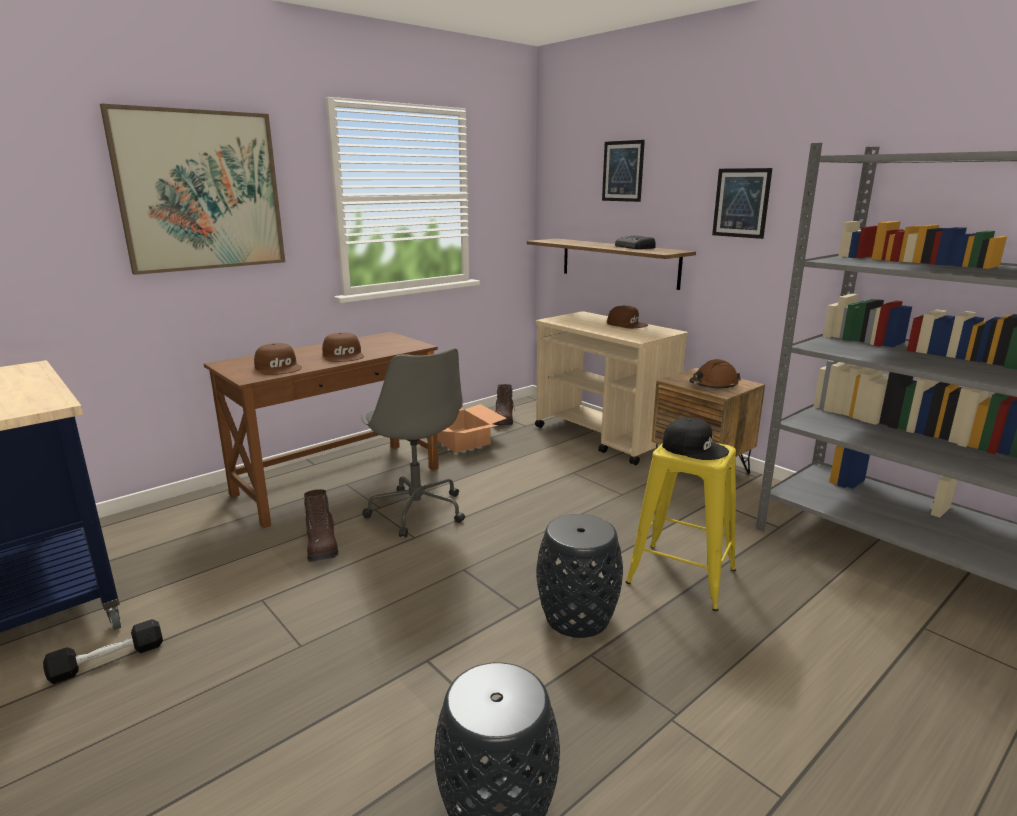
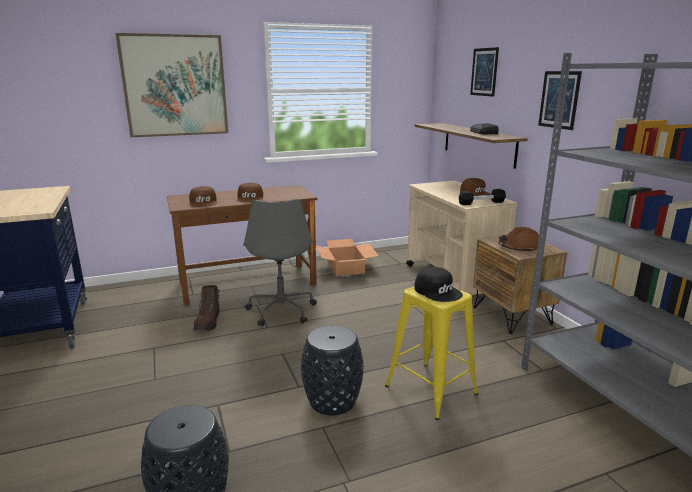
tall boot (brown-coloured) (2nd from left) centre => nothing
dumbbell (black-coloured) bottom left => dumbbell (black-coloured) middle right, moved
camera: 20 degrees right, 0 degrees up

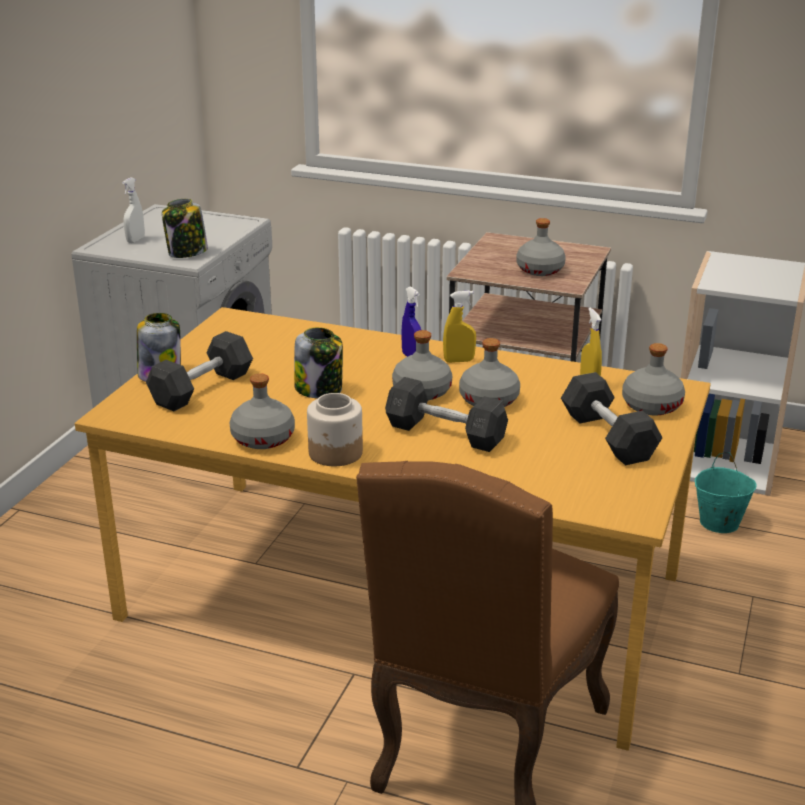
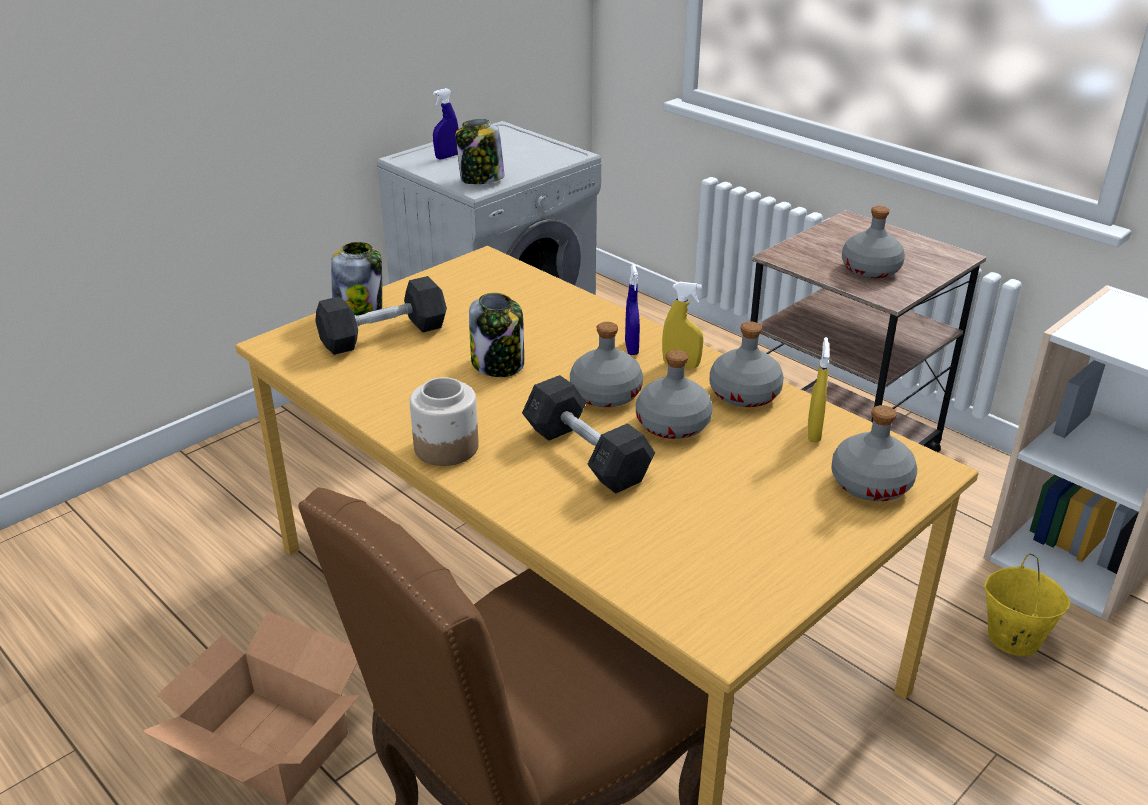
sprayer (white) top left => sprayer (bluish) (1st from left) top centre
dumbbell (gray) (3rd from left) middle right => nothing
beverage bottle (gray) (1st from left in the first image) middle left => beverage bottle (gray) (3rd from left) centre, moved
water bucket (blue-green) middle right => water bucket (yellowish) bottom right
nothing => packing box bottom left
camera: 25 degrees right, 5 degrees up

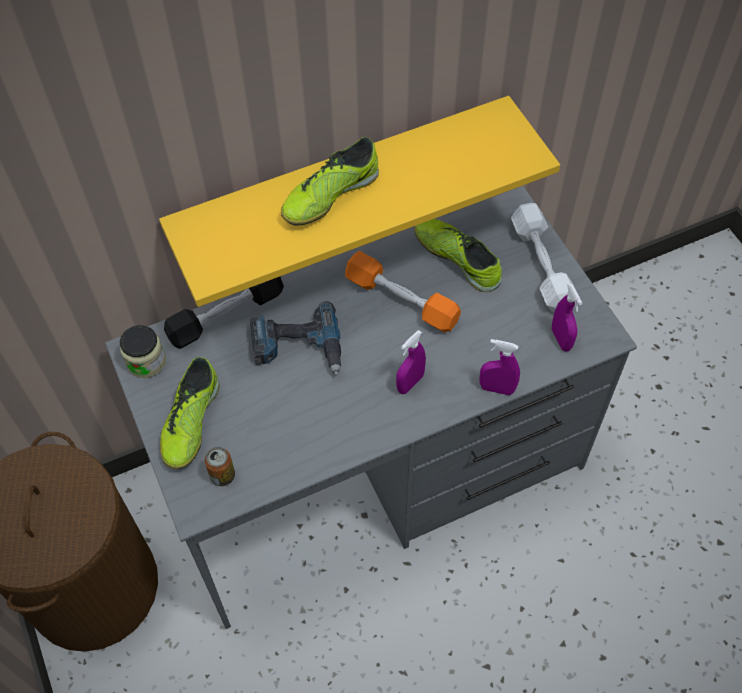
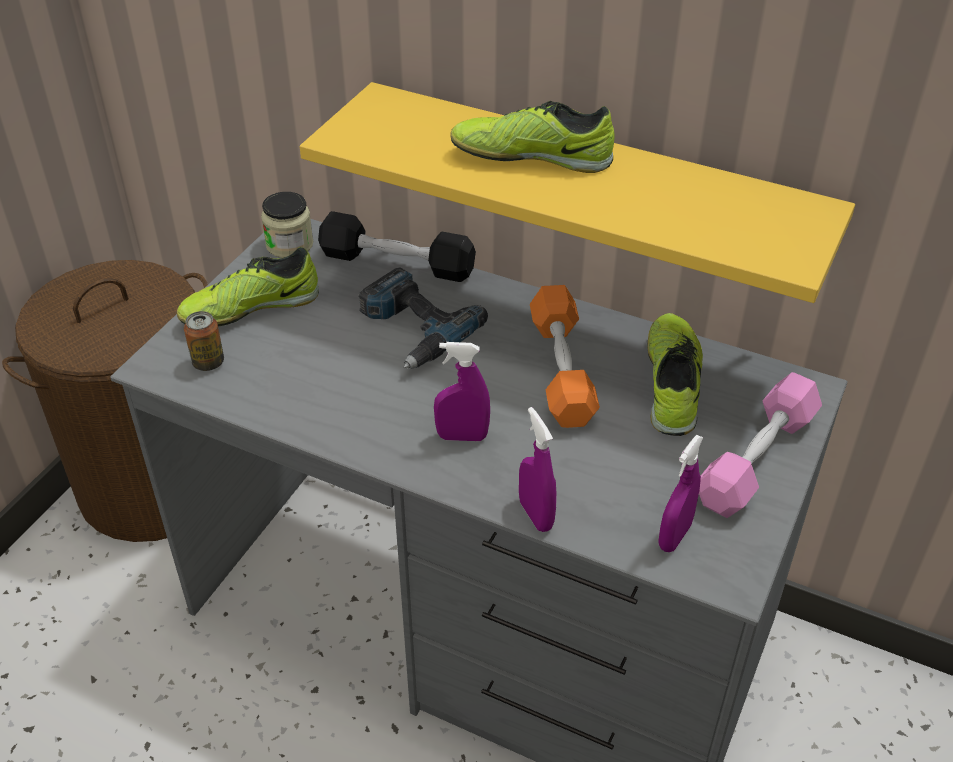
dumbbell (white) middle right => dumbbell (pink) middle right
camera: 50 degrees right, 15 degrees down

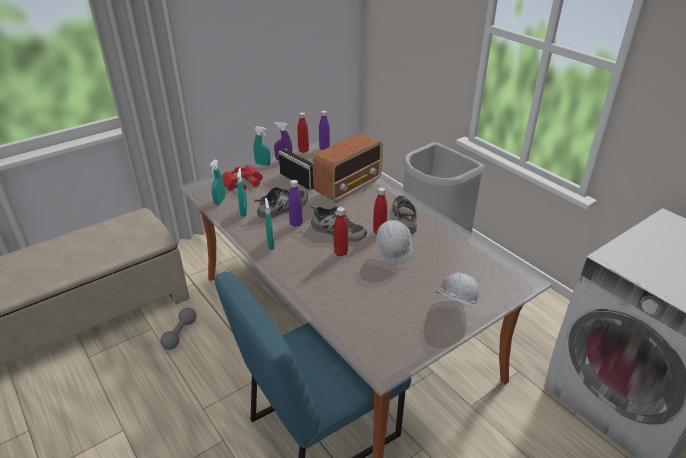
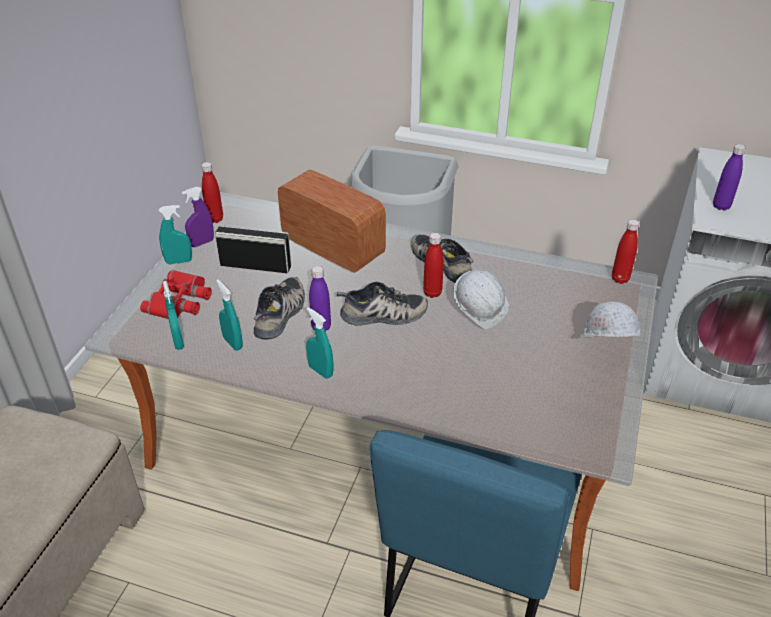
beverage bottle (purple-coloured) (2nd from left) top centre => beverage bottle (purple-coloured) (2nd from left) top right, moved
radio set (2nd from left) centre, 60 degrees counterclockwise
beverage bottle (reddish) (2nd from left in the first image) centre => beverage bottle (reddish) (3rd from left) middle right, moved
dumbbell (gray) bottom left => nothing
camera: 35 degrees left, 5 degrees up

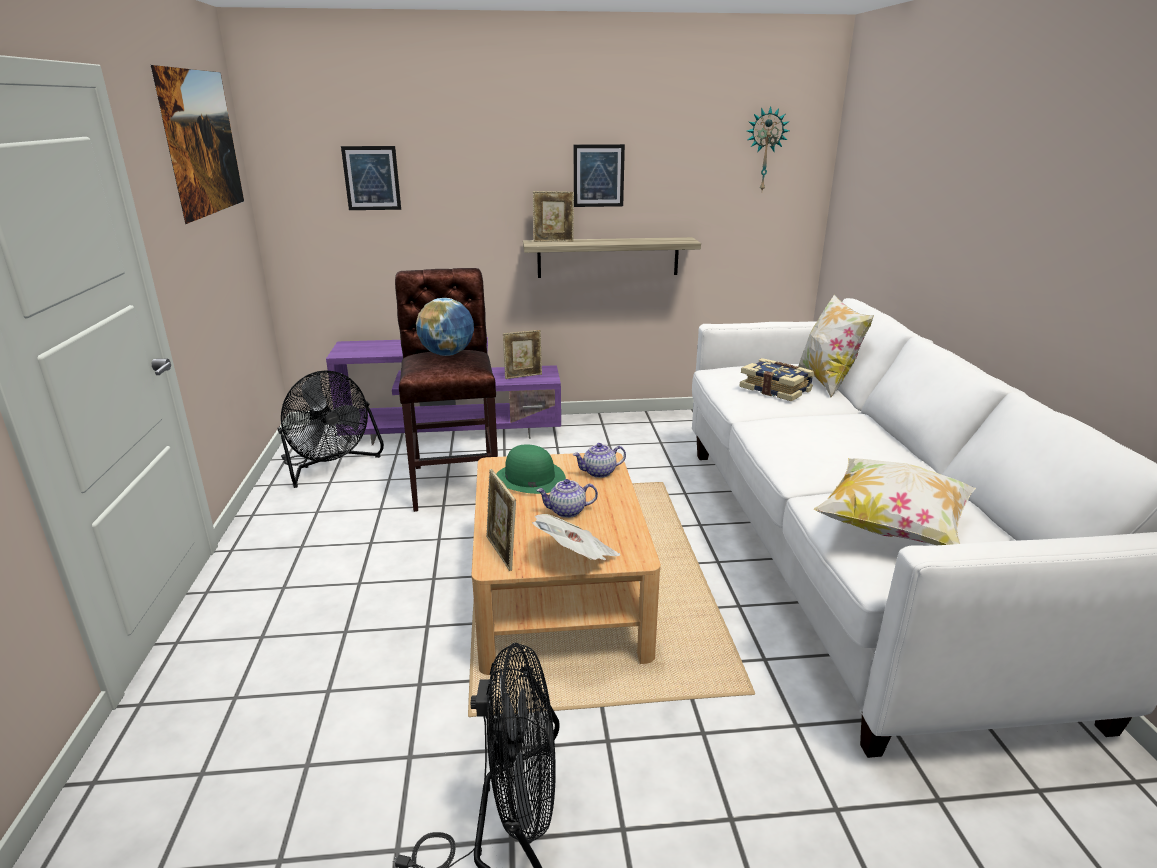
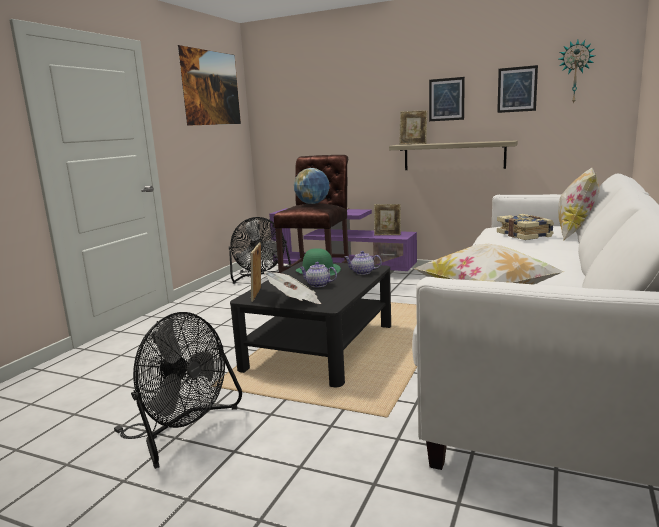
wall picture (2nd from left in the first image) top left => wall picture (3rd from left) top right, moved
low table (beige) centre => low table (black-coloured) centre
camera: 30 degrees right, 10 degrees down

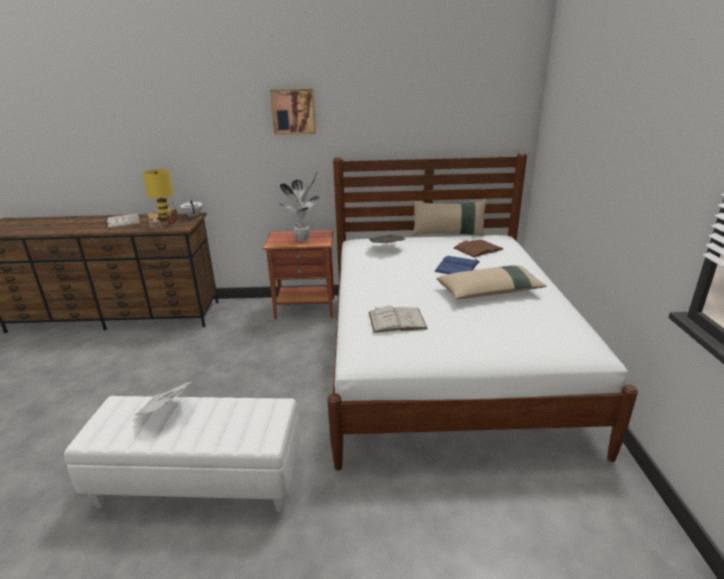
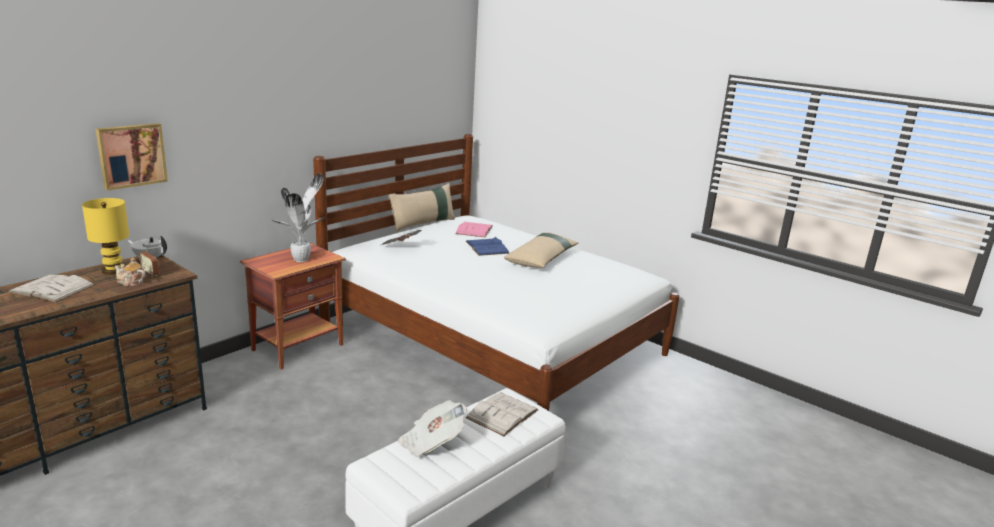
wall picture top centre => wall picture top left, moved
bound book (brown-coloured) centre => bound book (pink) centre
bound book (white) (2nd from left) centre => bound book (white) (2nd from left) bottom centre, moved
camera: 50 degrees left, 5 degrees down

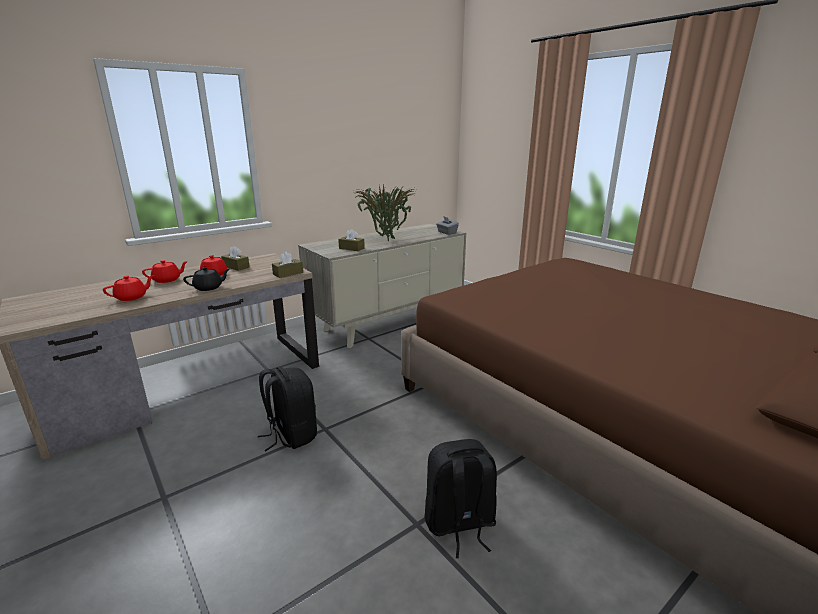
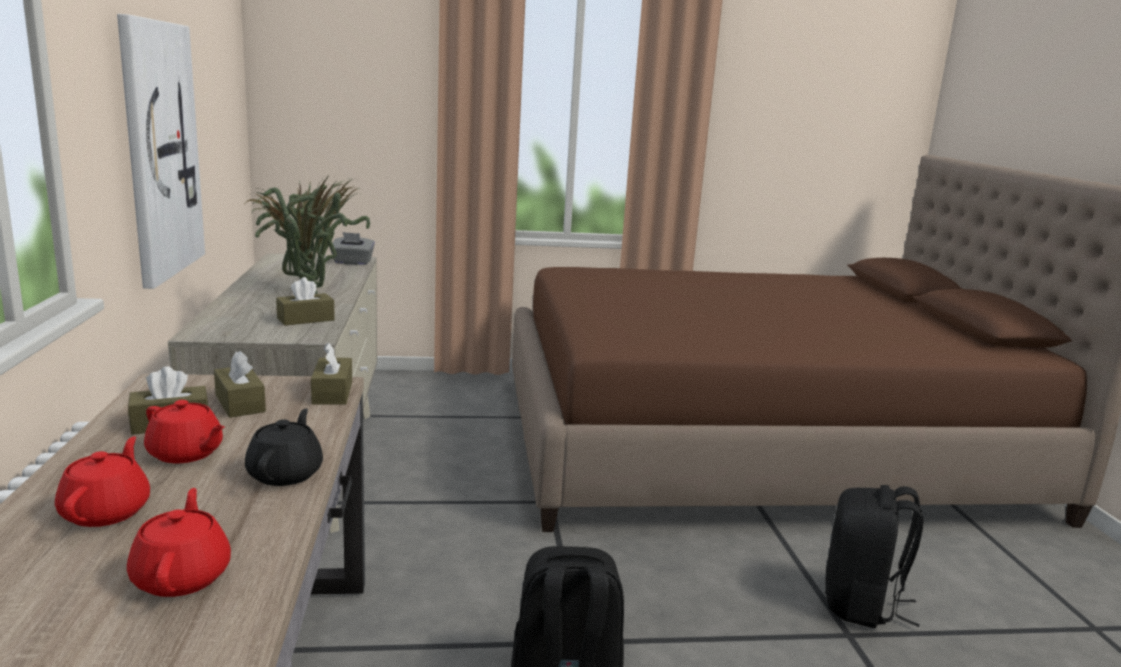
nothing => wall picture top left
nothing => box of tissues (brown-coloured) (2nd from left) middle left
camera: 60 degrees left, 5 degrees down

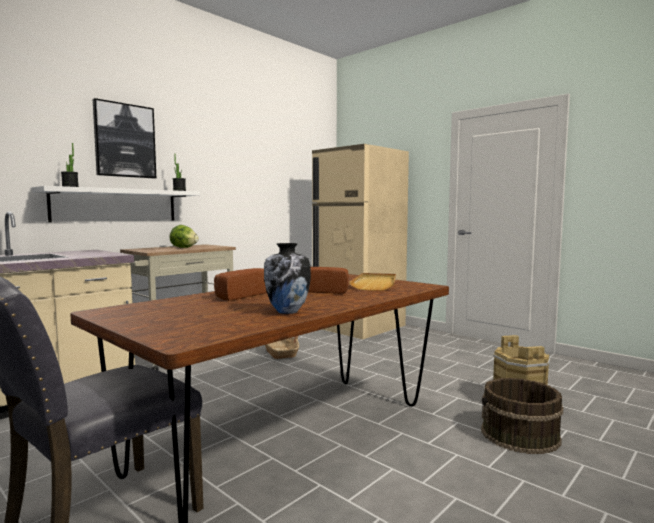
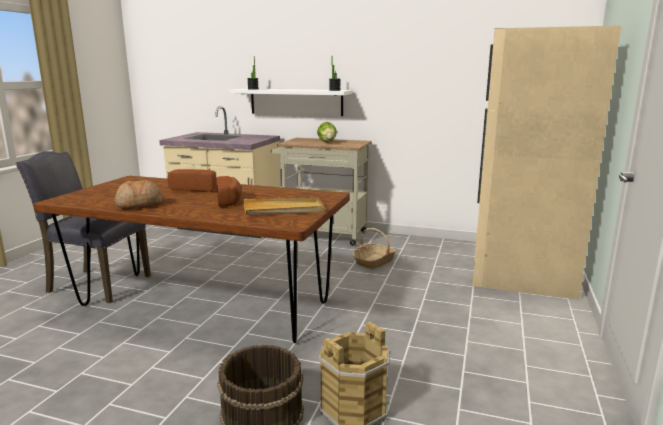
wall picture top left => nothing
flower vase centre => baked bread (1st from left) middle left
camera: 65 degrees right, 10 degrees up

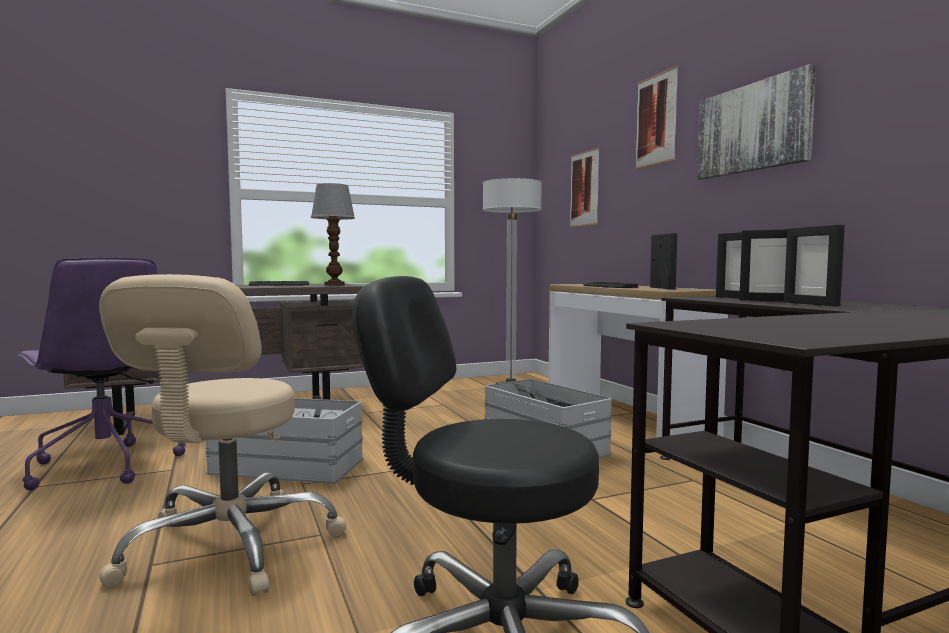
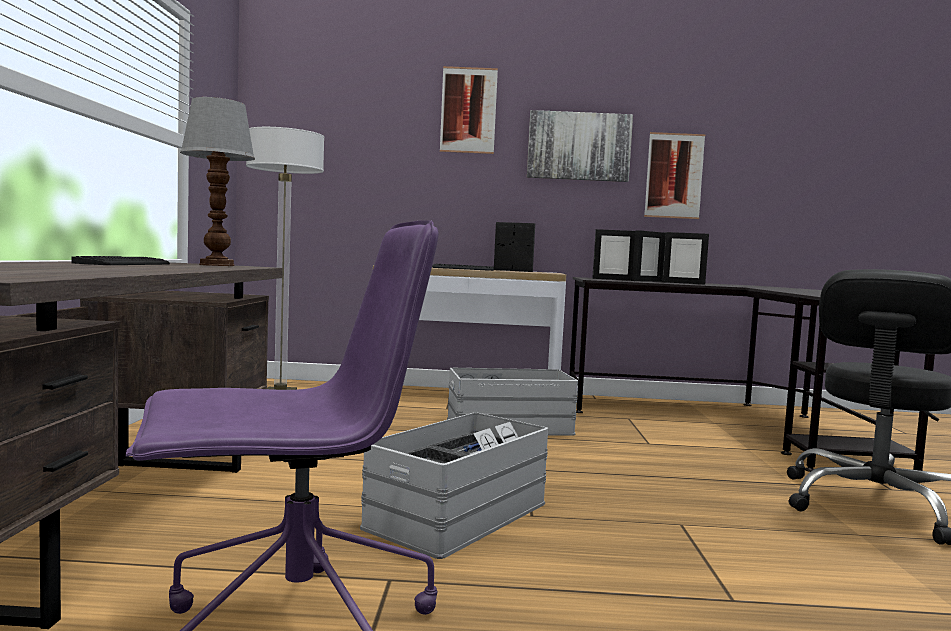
wall picture (1st from left in the first image) top centre => wall picture (3rd from left) top right, moved
office chair (beige) bottom left => nothing
camera: 65 degrees left, 0 degrees up

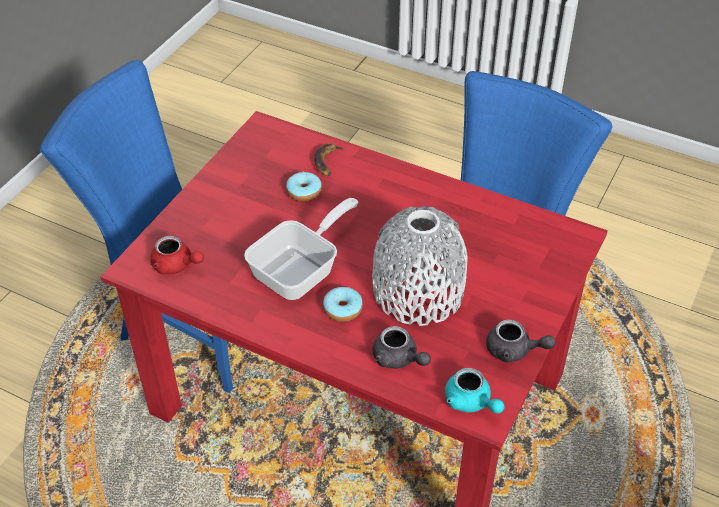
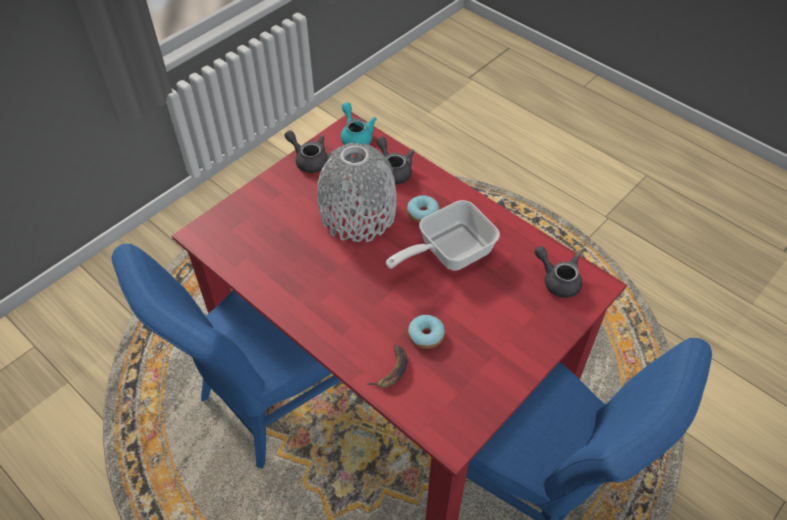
teapot (reddish) middle left => teapot (gray) (3rd from left) middle right
camera: 165 degrees left, 5 degrees up

